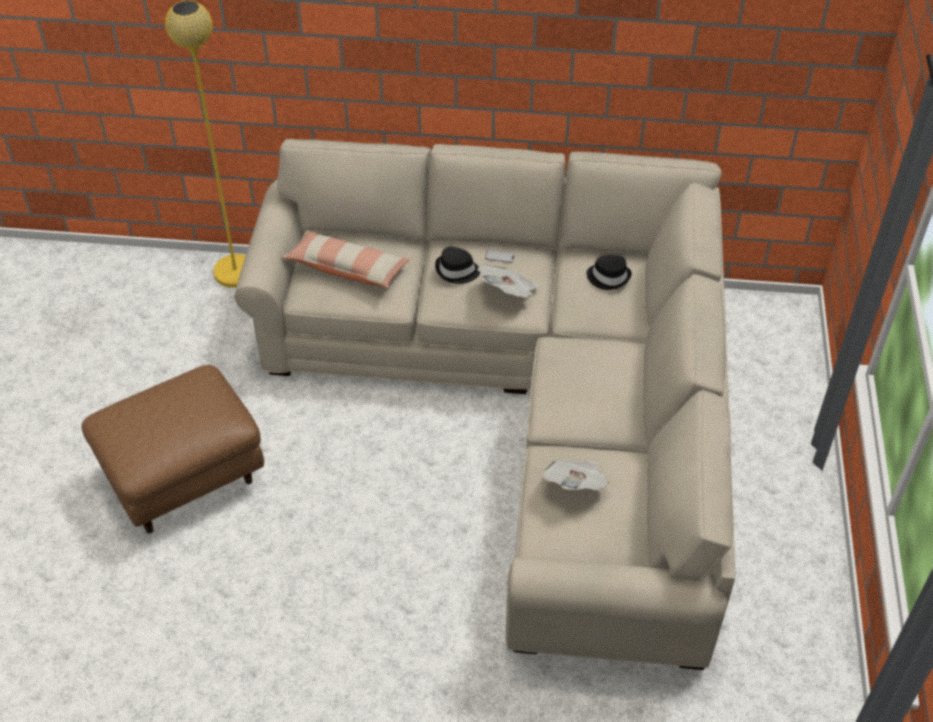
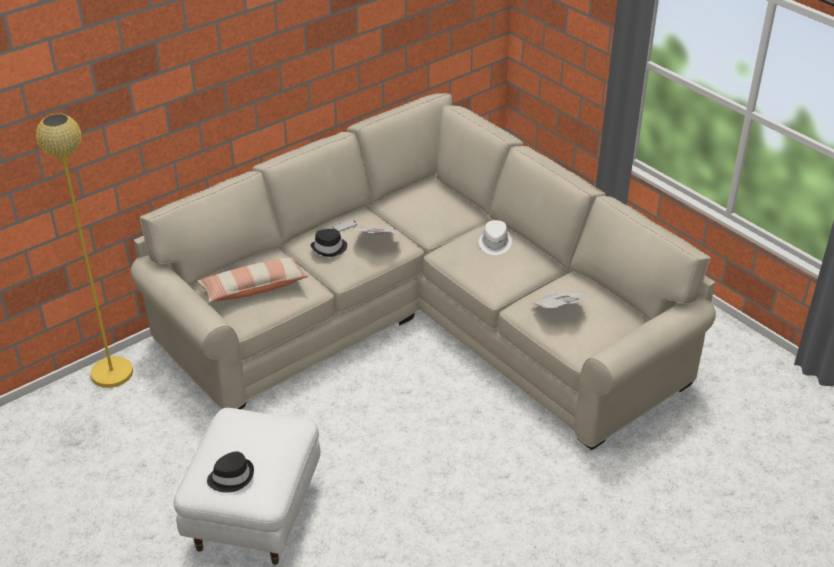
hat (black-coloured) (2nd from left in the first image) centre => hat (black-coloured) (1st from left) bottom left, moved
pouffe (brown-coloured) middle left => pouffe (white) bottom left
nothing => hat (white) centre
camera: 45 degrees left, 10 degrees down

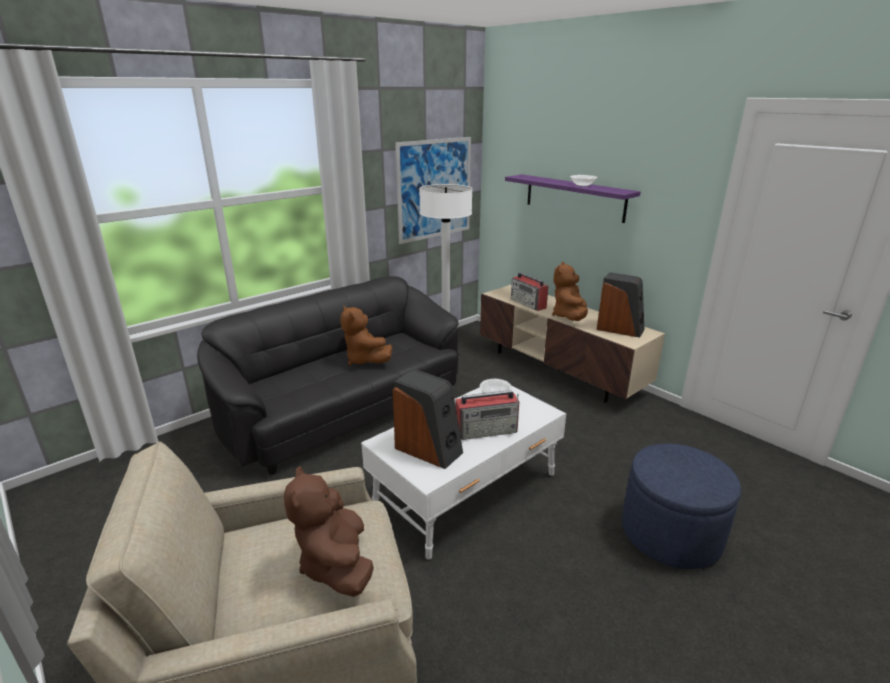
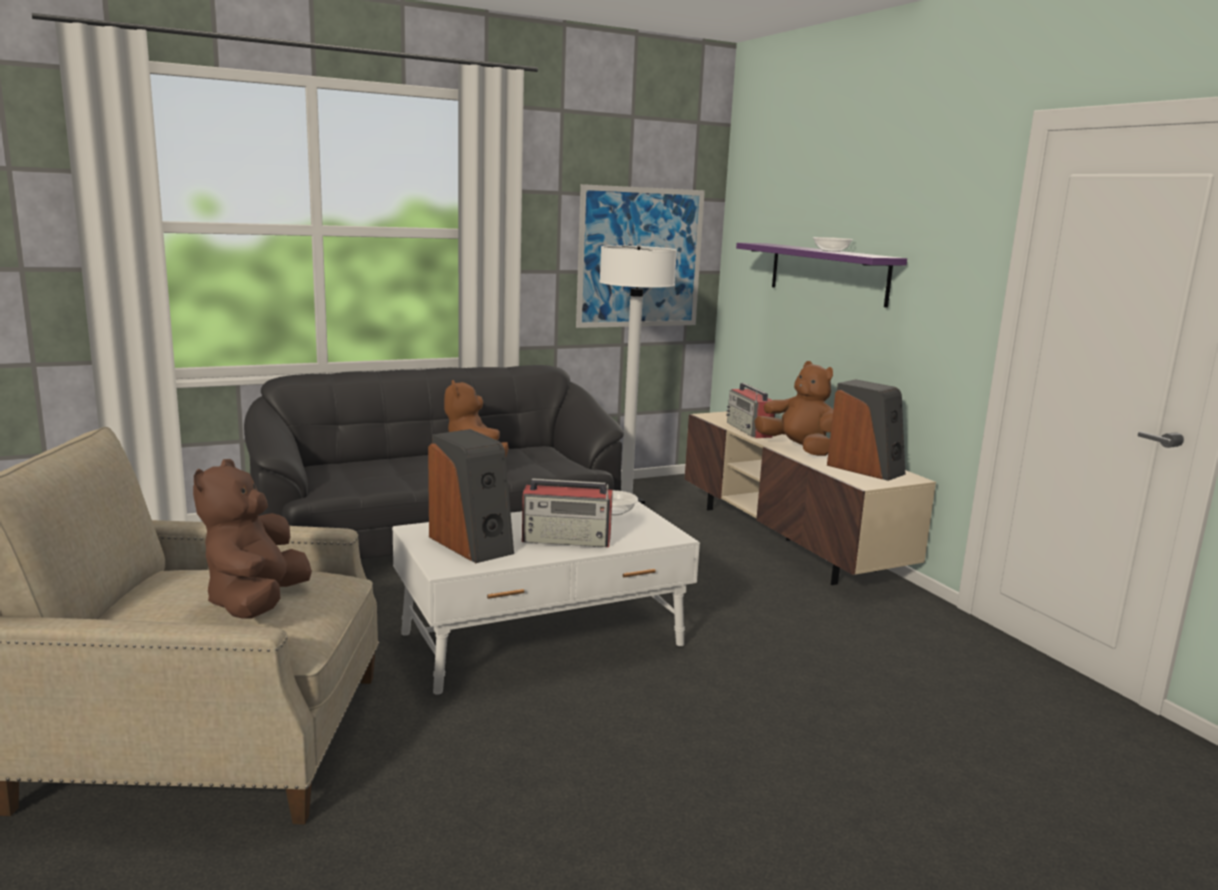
cuddly toy (brown-coloured) (3rd from left) centre, 105 degrees clockwise
pouffe (bluish) bottom right => nothing
camera: 15 degrees right, 10 degrees down

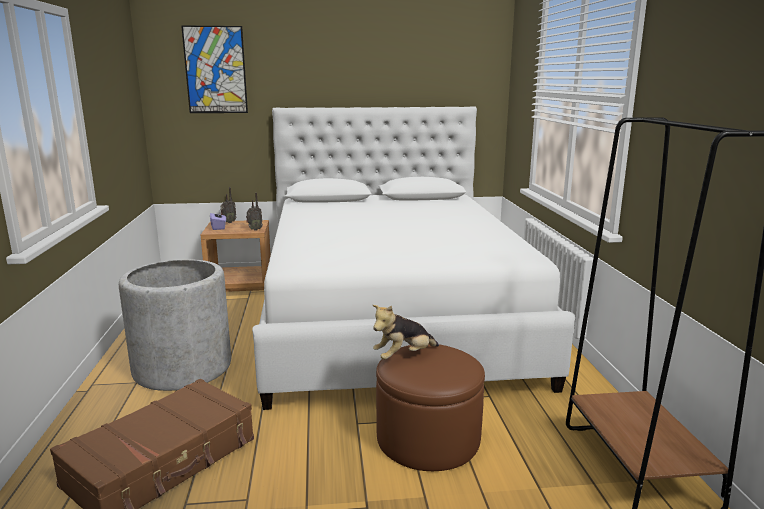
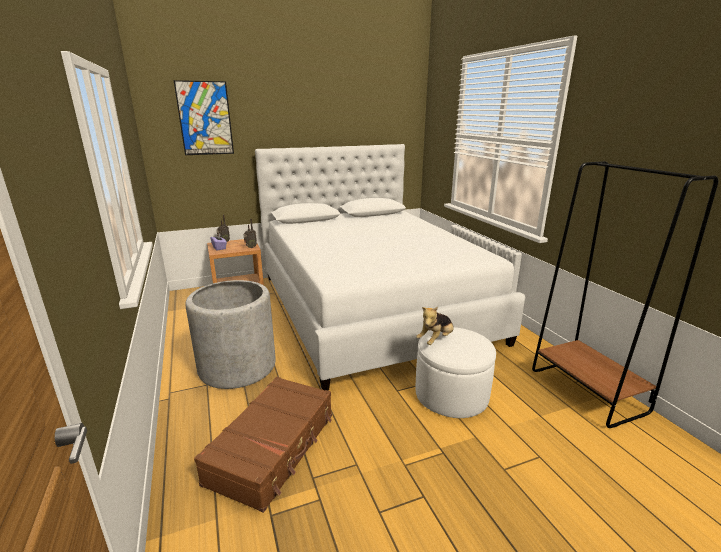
pouffe (brown-coloured) bottom centre => pouffe (white) bottom centre
camera: 15 degrees left, 5 degrees up

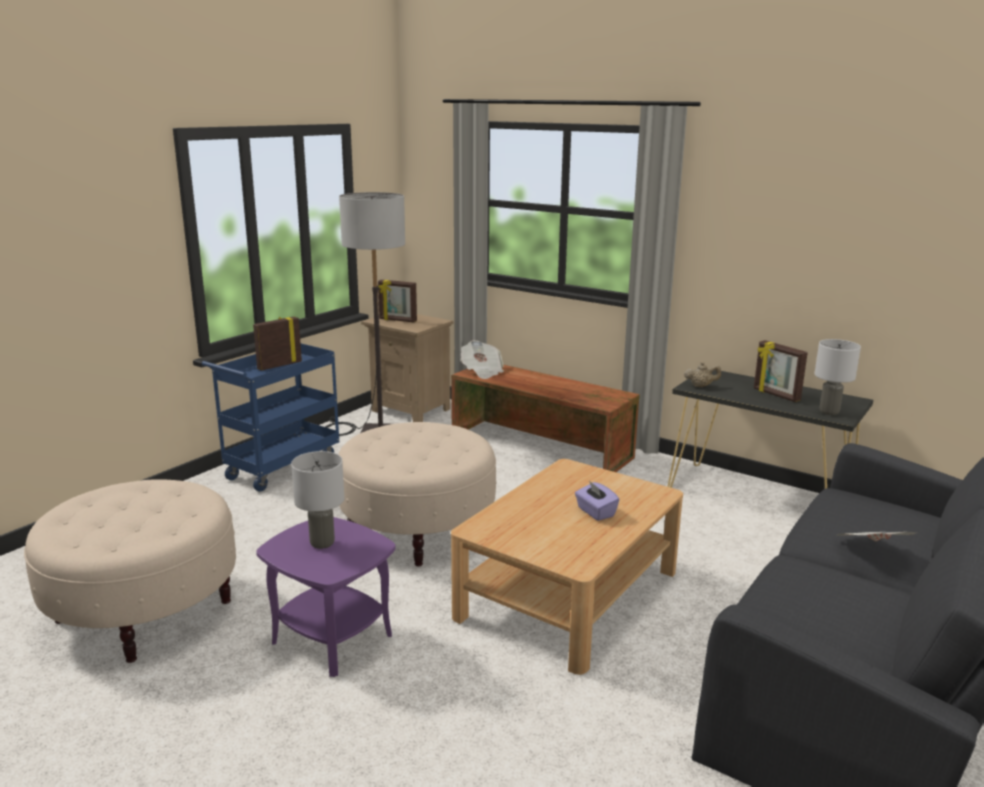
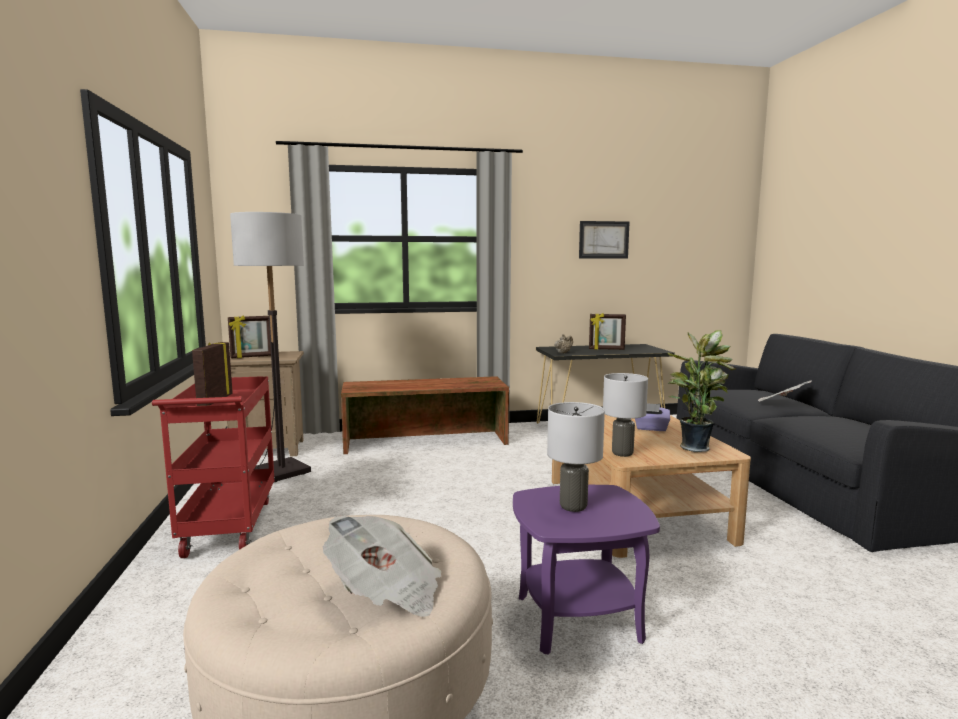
table lamp (white) (2nd from left) middle right => table lamp (white) (2nd from left) centre, moved
newspaper (1st from left) centre => newspaper (1st from left) bottom centre, moved
wheeled cart (bluish) middle left => wheeled cart (reddish) middle left
pouffe (beige) (2nd from left) centre => nothing
nothing => wall picture centre
nothing => potted plant middle right
camera: 45 degrees left, 10 degrees down

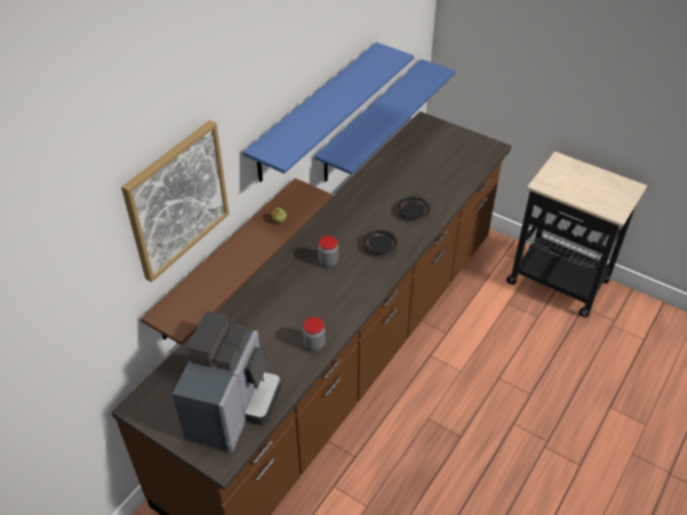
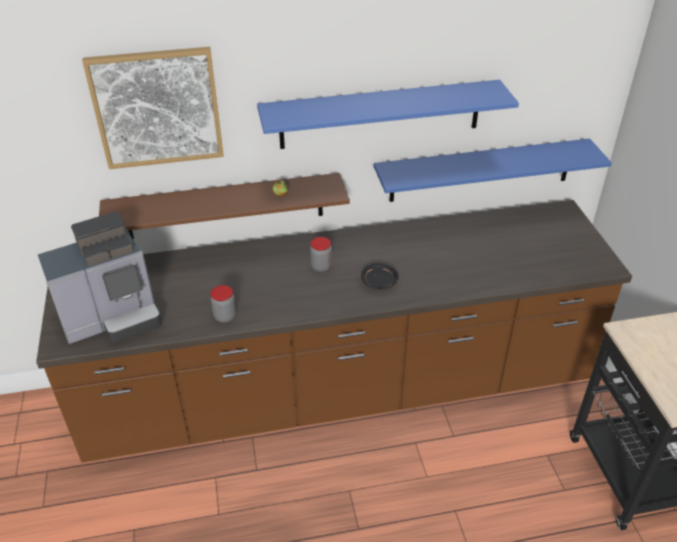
dinner plate (black-coloured) (2nd from left) centre => nothing
camera: 45 degrees right, 5 degrees down

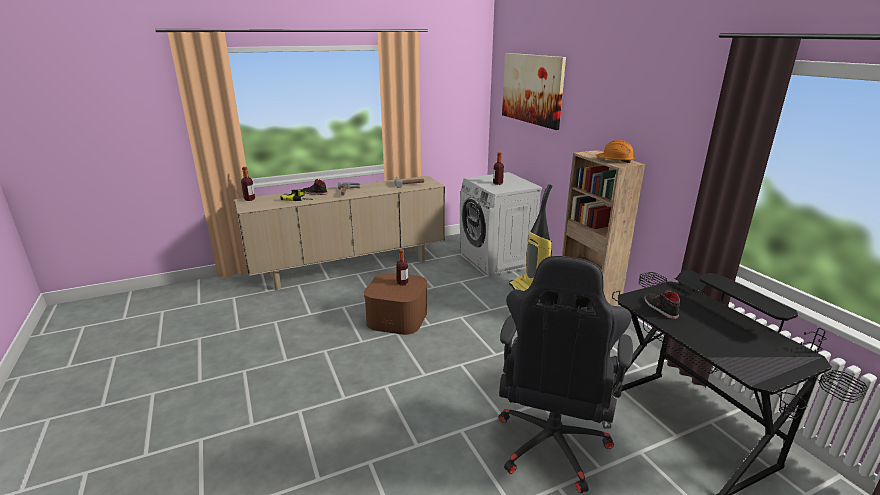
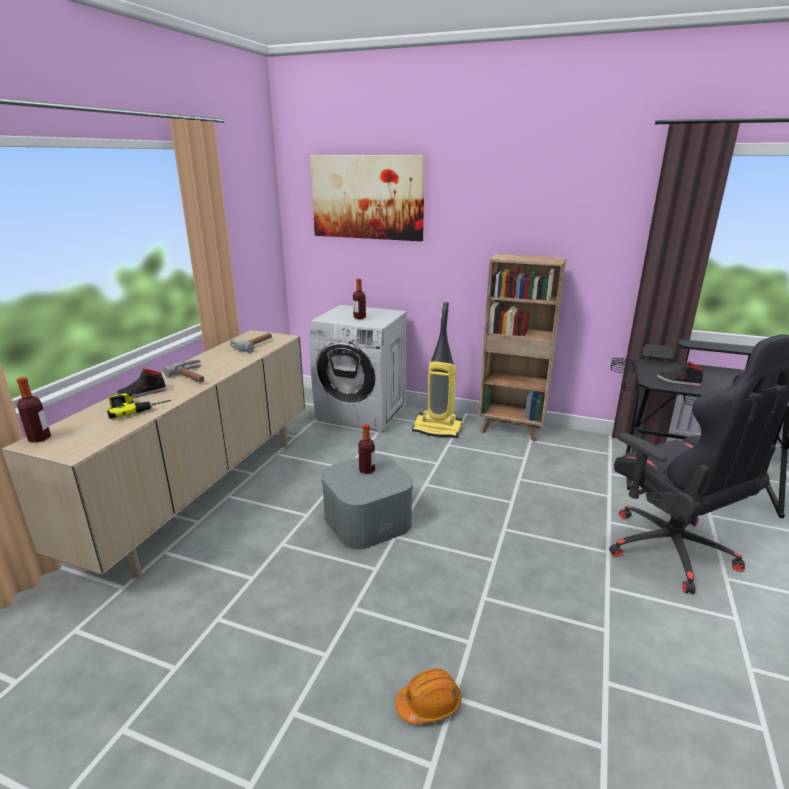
hard hat (orange) top right => hard hat (orange) bottom centre, moved
storage container (brown-coloured) centre => storage container (gray) centre
camera: 45 degrees left, 0 degrees up

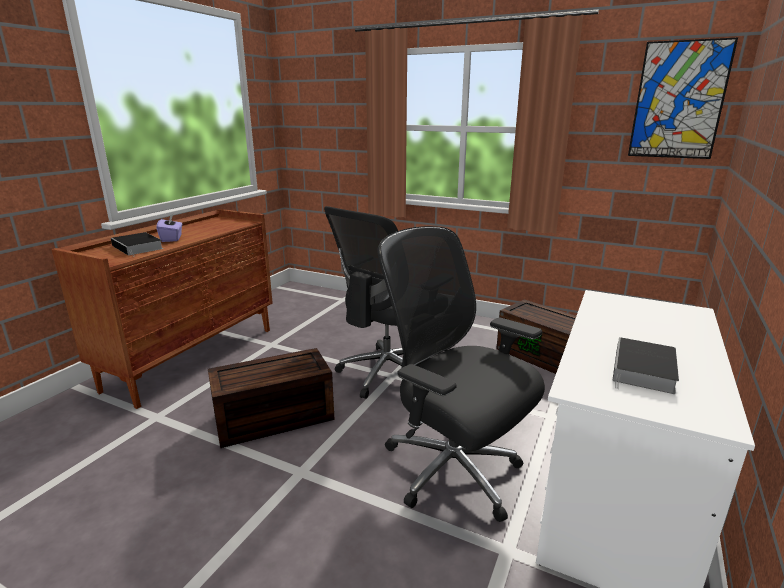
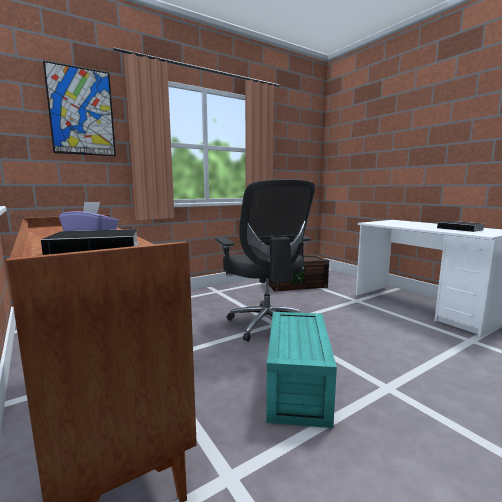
wall picture top right => wall picture top left, moved
office chair (2nd from left) centre => nothing
storage container (brown-coloured) (1st from left) bottom centre => storage container (blue-green) bottom centre
camera: 60 degrees left, 10 degrees down

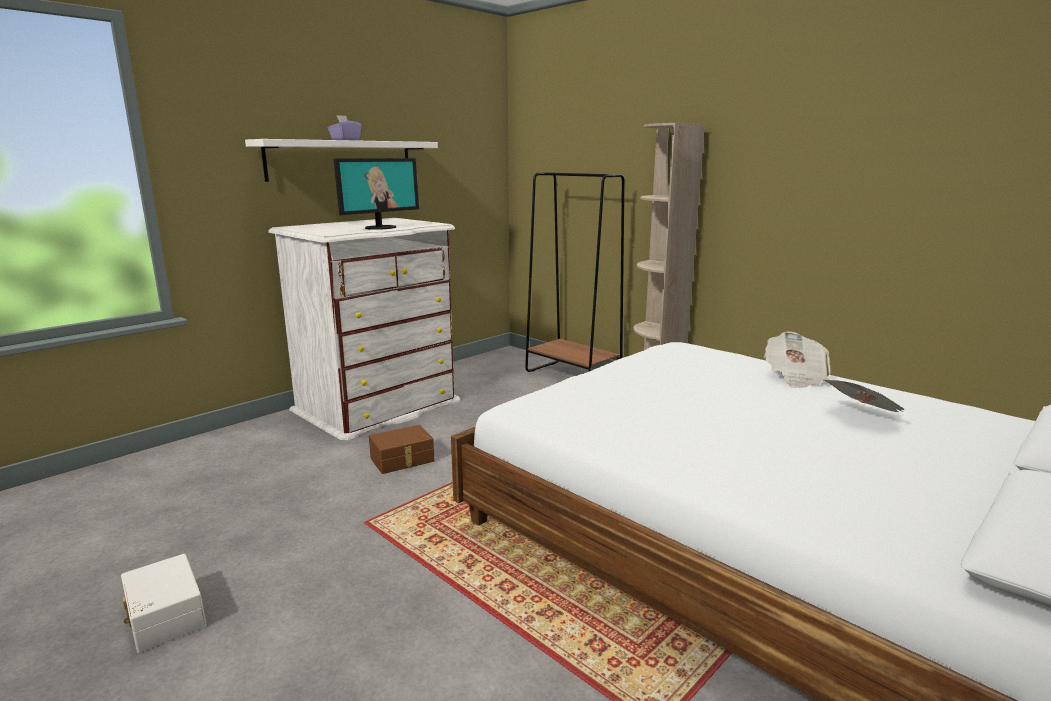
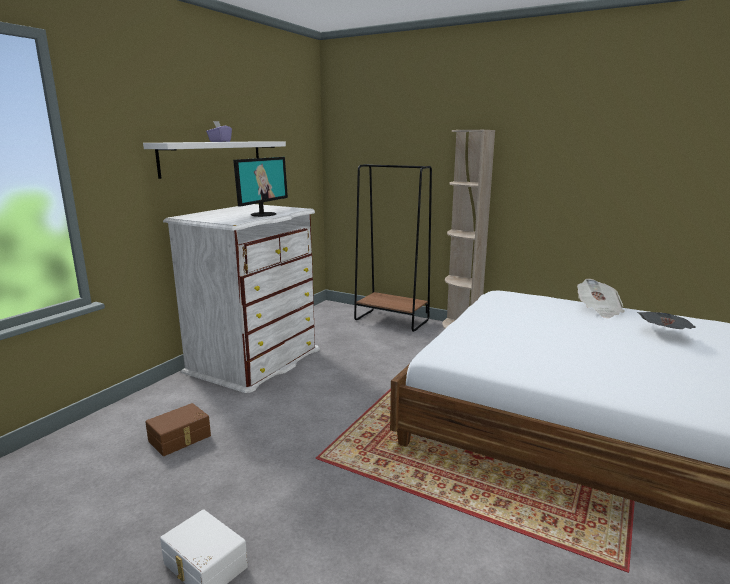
storage container (brown-coloured) centre => storage container (brown-coloured) bottom left, moved
camera: 15 degrees left, 0 degrees up

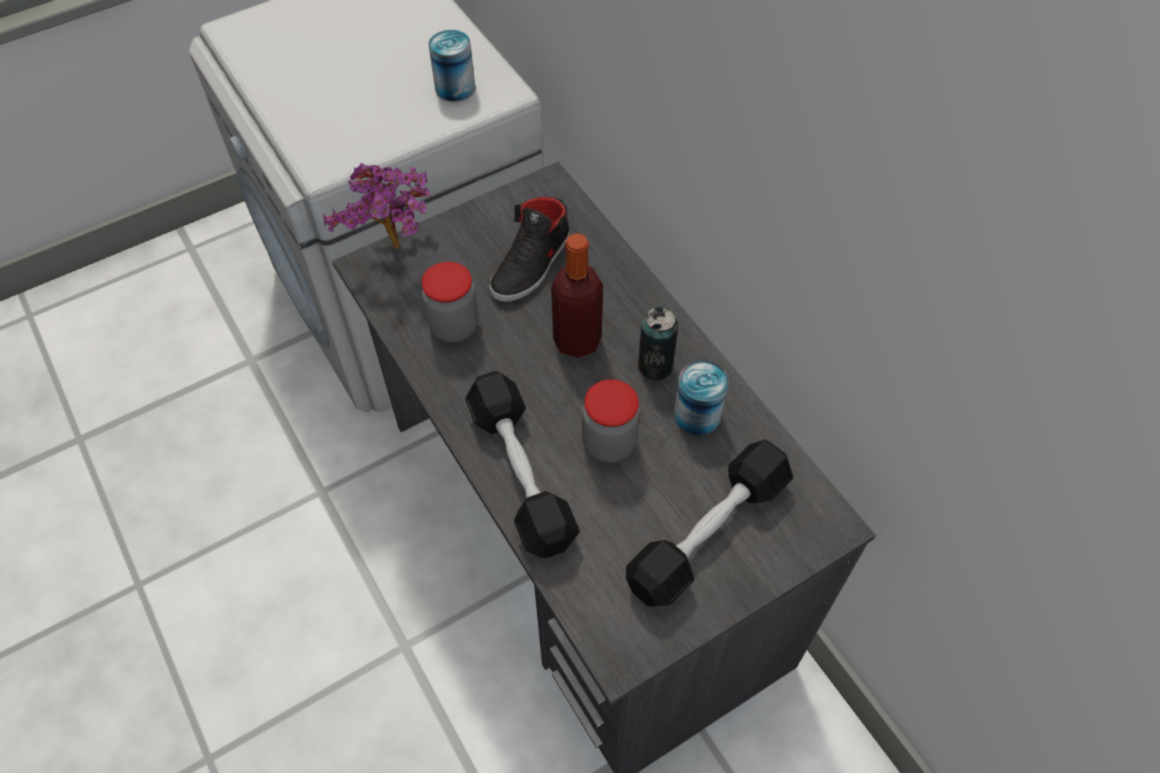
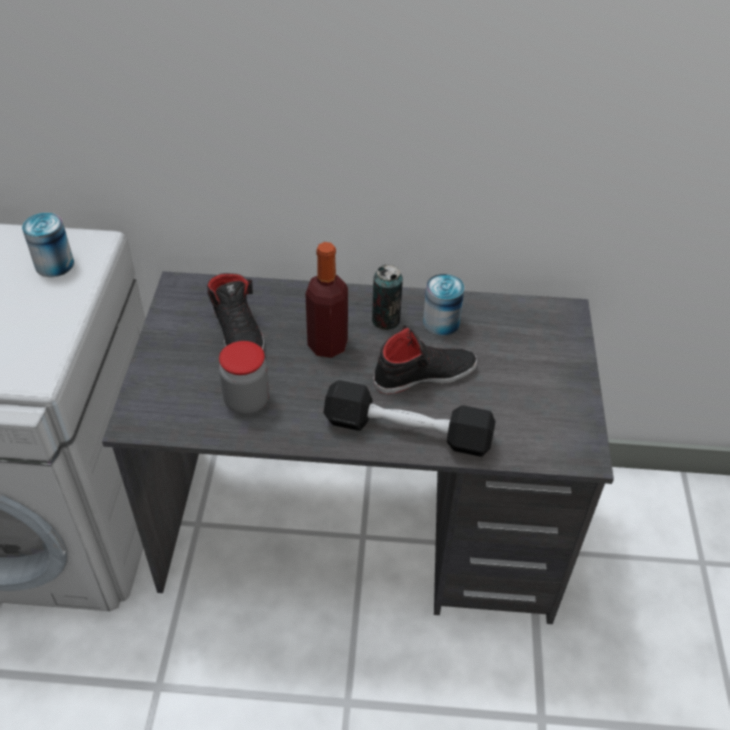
potted plant top left => nothing
preserve jar (2nd from left) centre => shoe (black-coloured) (2nd from left) centre
dumbbell (black-coloured) (2nd from left) bottom centre => nothing
camera: 55 degrees left, 10 degrees down

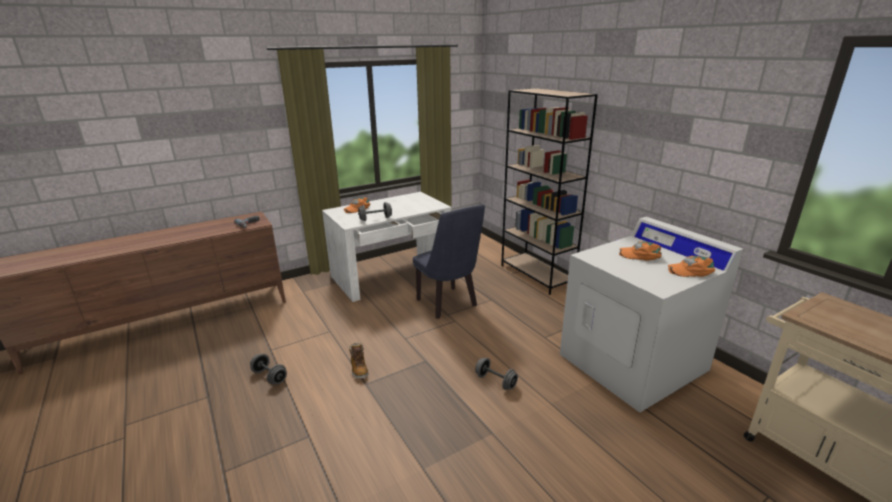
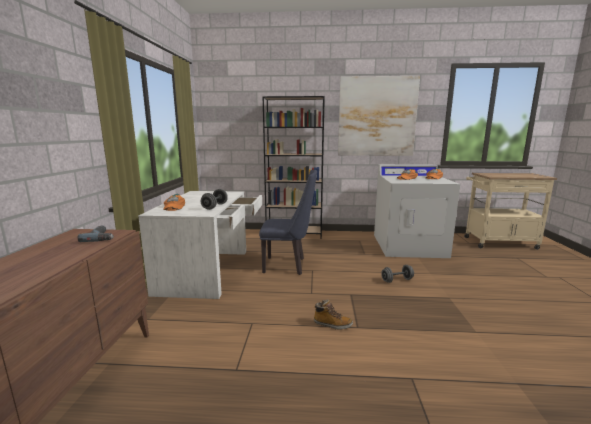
dumbbell (gray) (1st from left) bottom left => nothing
nothing => wall picture top centre
camera: 55 degrees left, 10 degrees down

